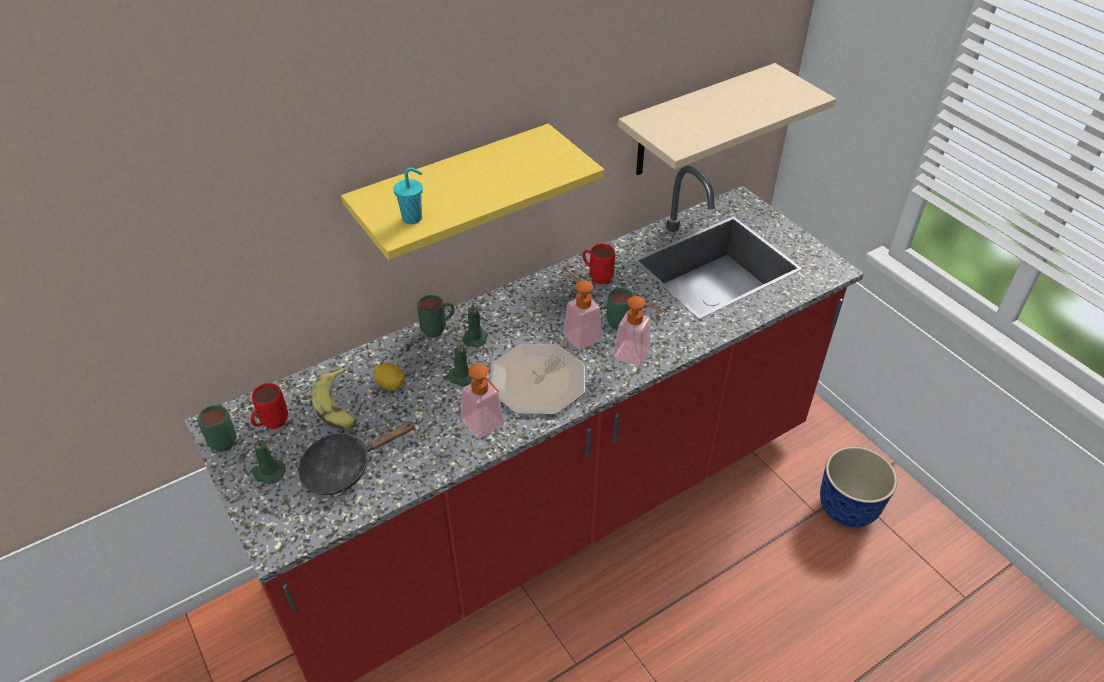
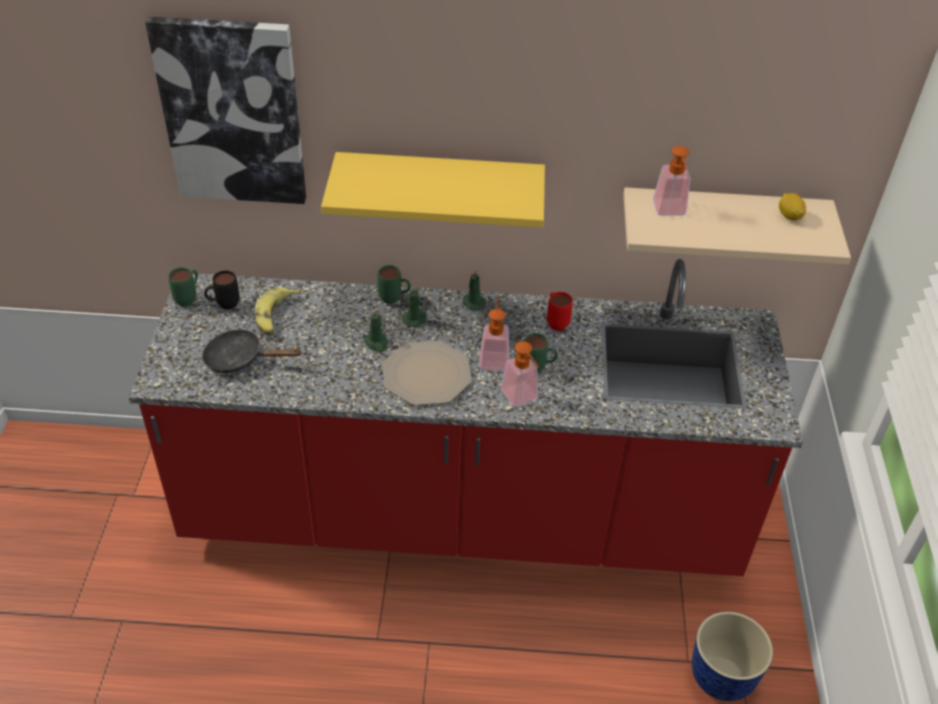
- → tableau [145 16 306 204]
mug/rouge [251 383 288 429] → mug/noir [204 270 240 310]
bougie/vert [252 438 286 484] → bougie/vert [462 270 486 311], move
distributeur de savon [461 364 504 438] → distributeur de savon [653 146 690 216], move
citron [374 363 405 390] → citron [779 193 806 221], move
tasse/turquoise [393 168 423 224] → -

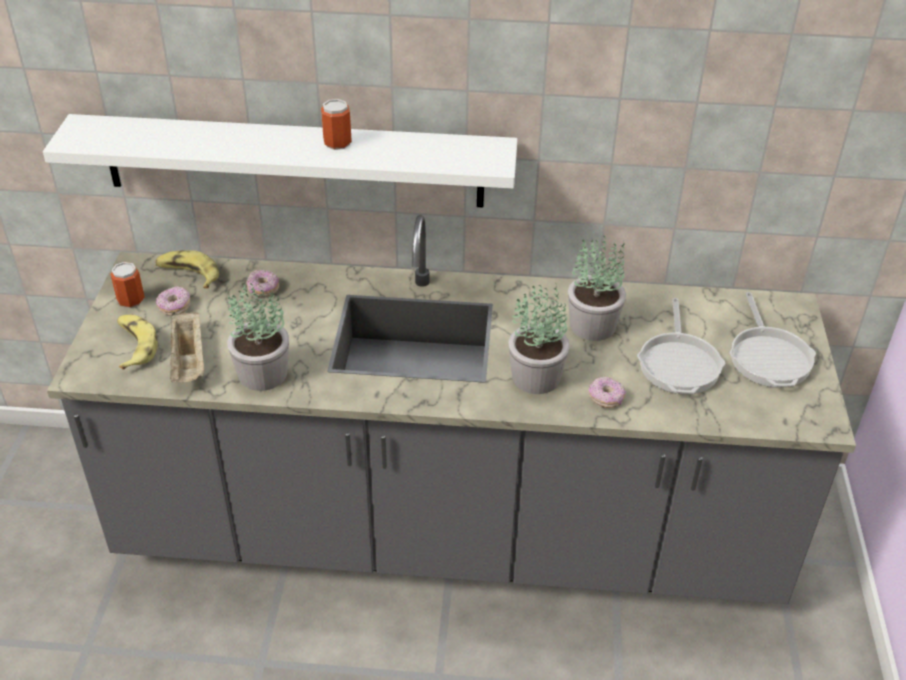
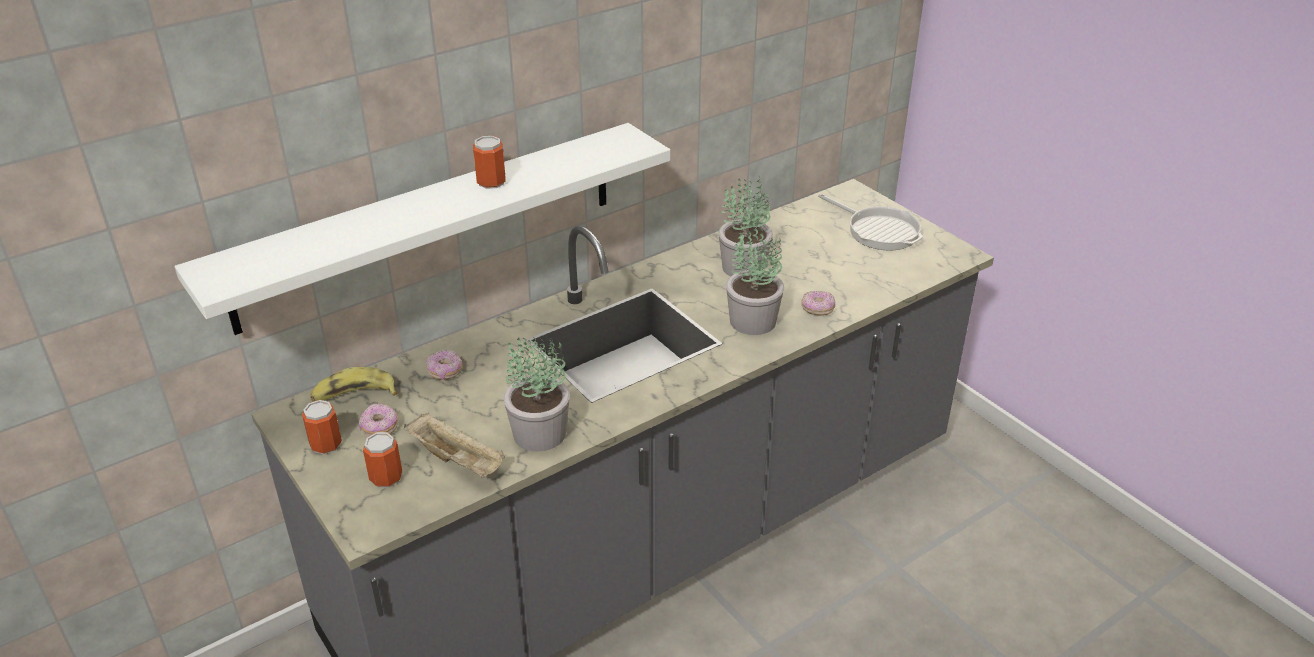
banane [117 315 158 370] → boîte métallique [363 432 402 487]
poêle [637 298 725 394] → -

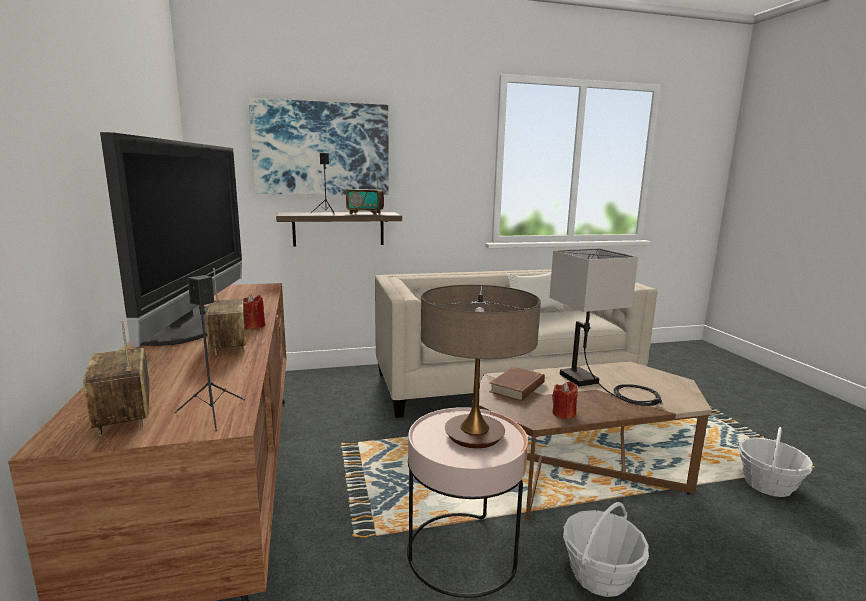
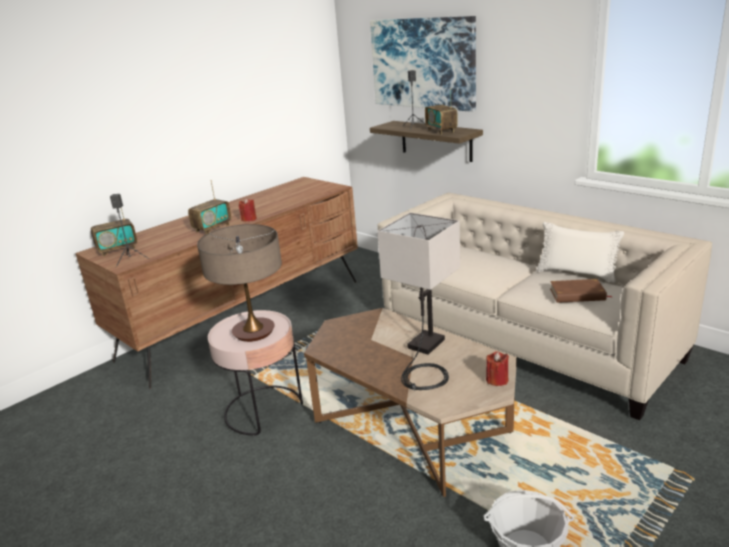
radio [83 321 150 436] → radio [91 208 137 256], 150 degrees counterclockwise
bougie/rouge [552 382 578 419] → bougie/rouge [486 351 509 386], move
livre/marron [489 367 545 401] → livre/marron [550 279 612 303], move
téléviseur [100 132 242 347] → -
panier [563 502 649 597] → -

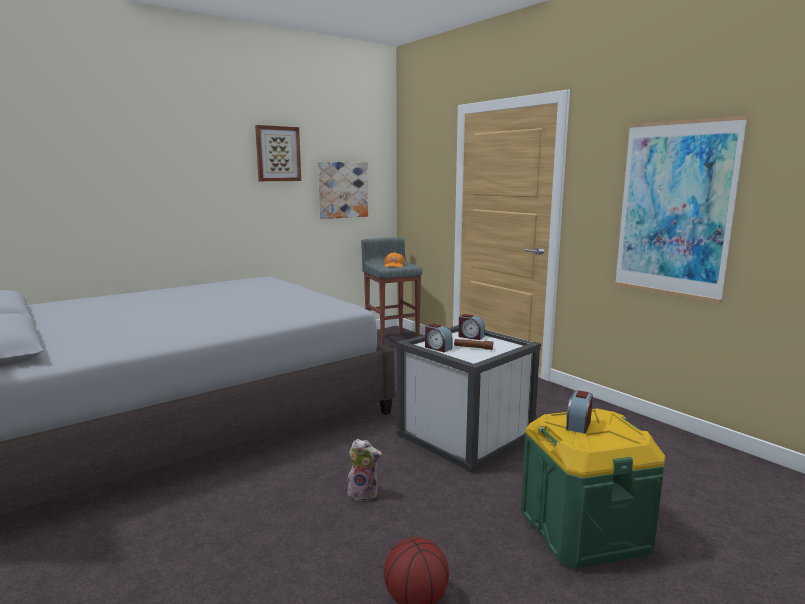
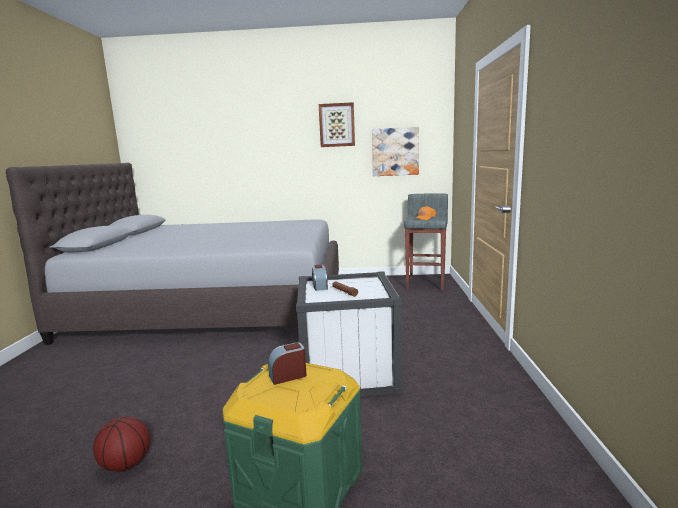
peluche [347 439 382 501] → -
réveil [458 314 485 340] → -
tableau [614 115 748 303] → -

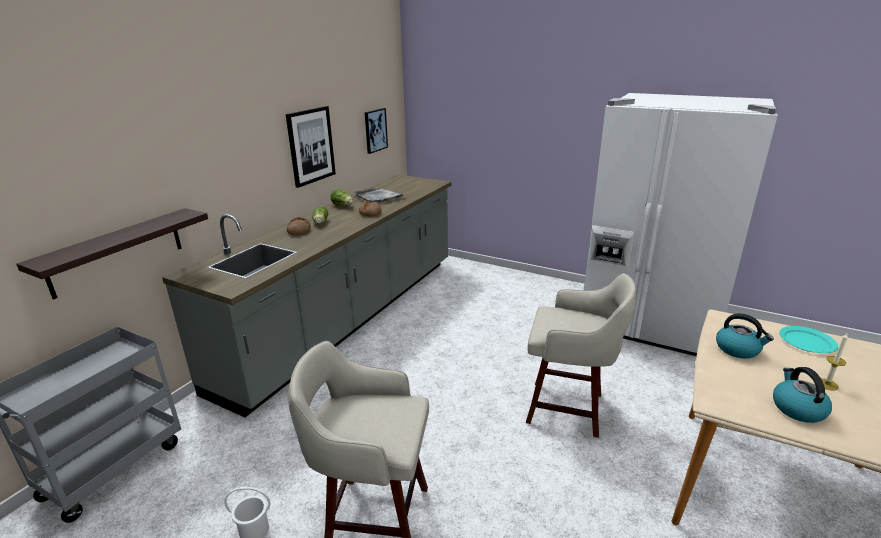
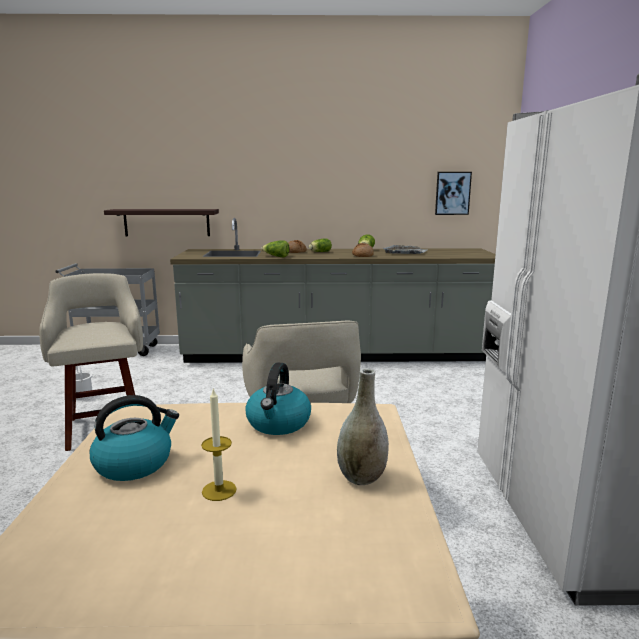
- → laitue [261 241 289 257]
assiette/turquoise [779 326 838 353] → vase/gris [337 368 389 485]
tableau [286 106 336 188] → -

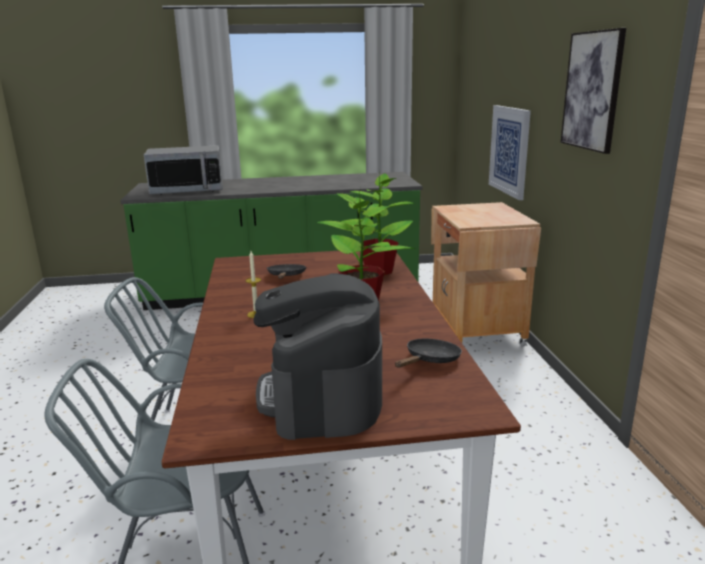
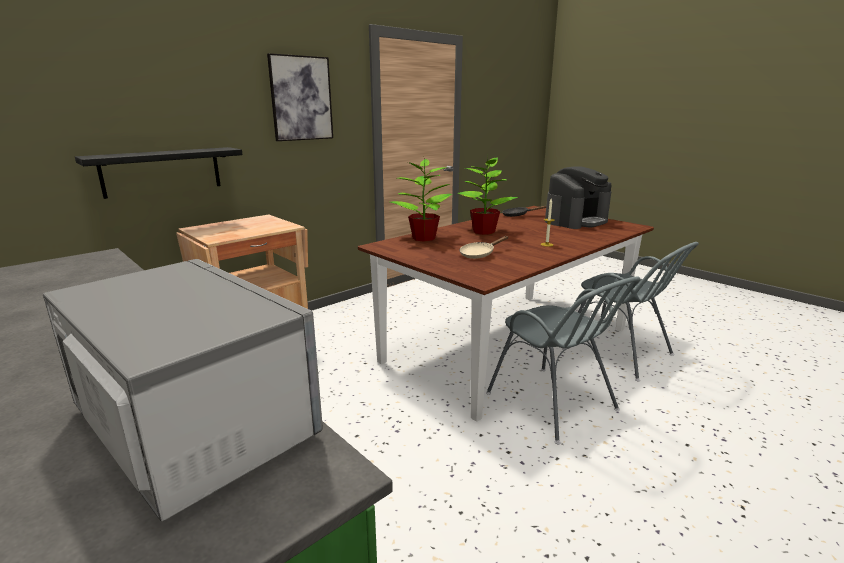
tableau [489 105 531 200] → étagère/noir [75 147 243 199]
poêle/noir [267 264 306 279] → poêle/beige [459 236 509 259]

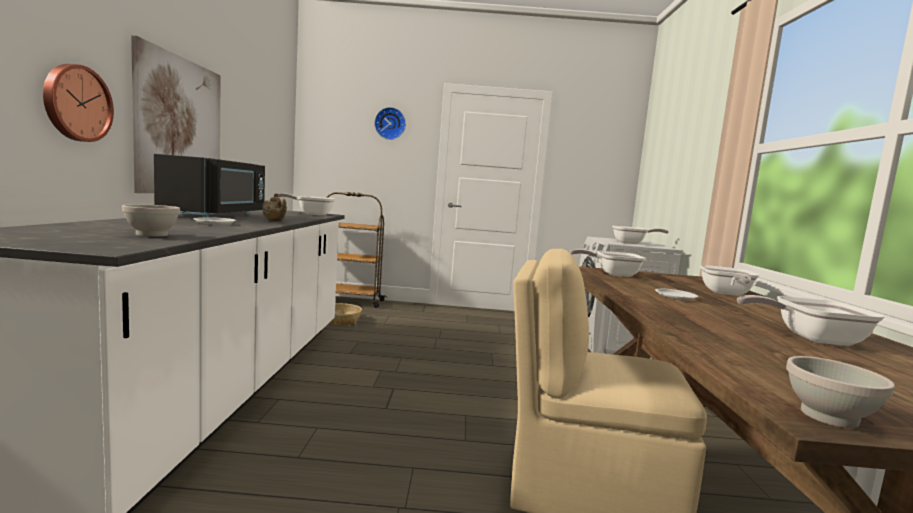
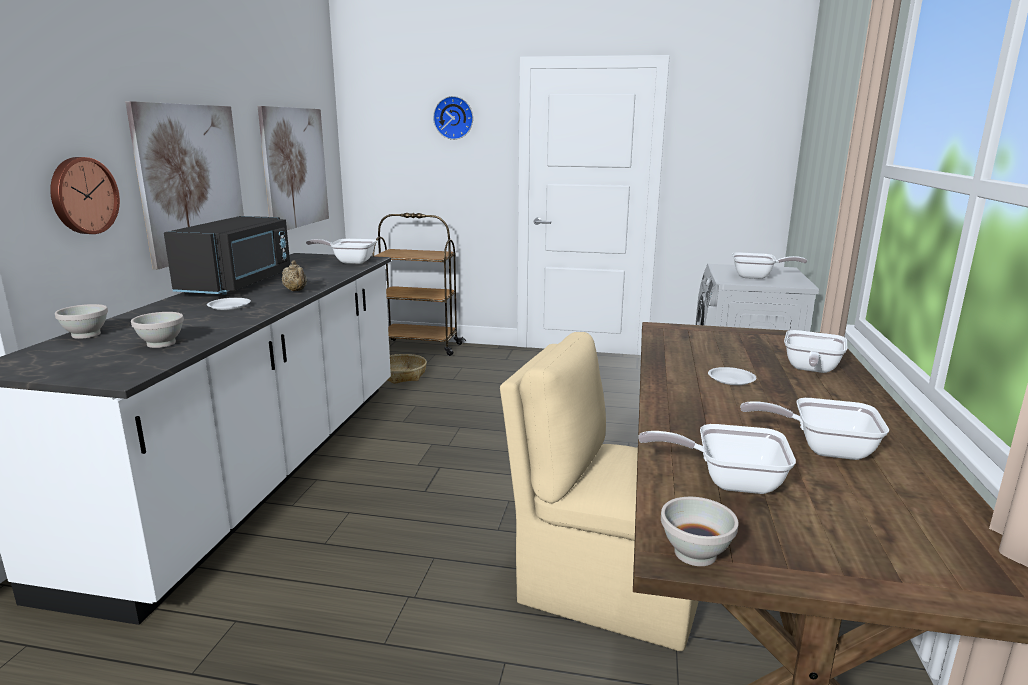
- → bol/blanc [55 304 108 339]
- → tableau [258 106 329 230]
poêle [570 249 646 277] → poêle [638 424 796 494], move

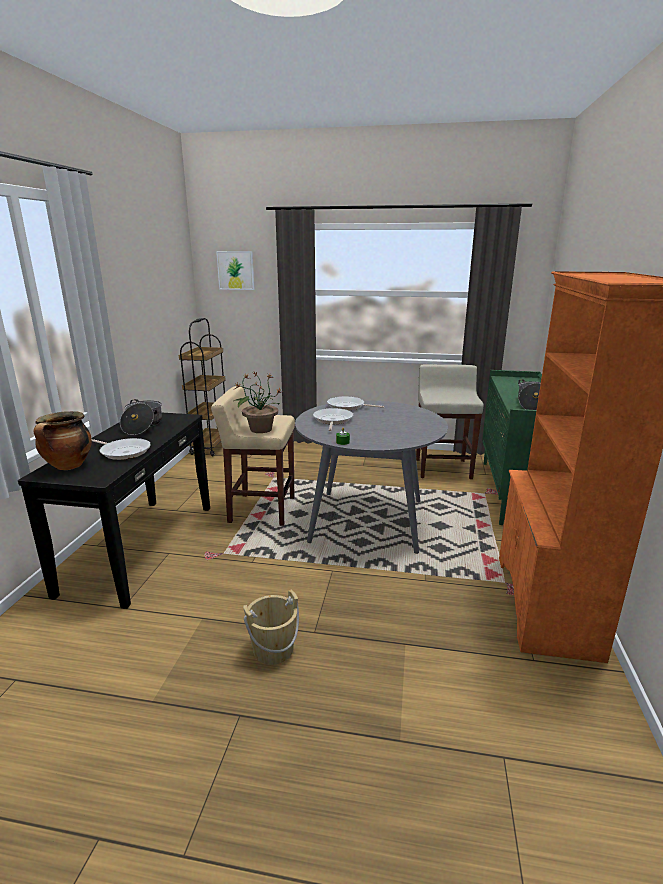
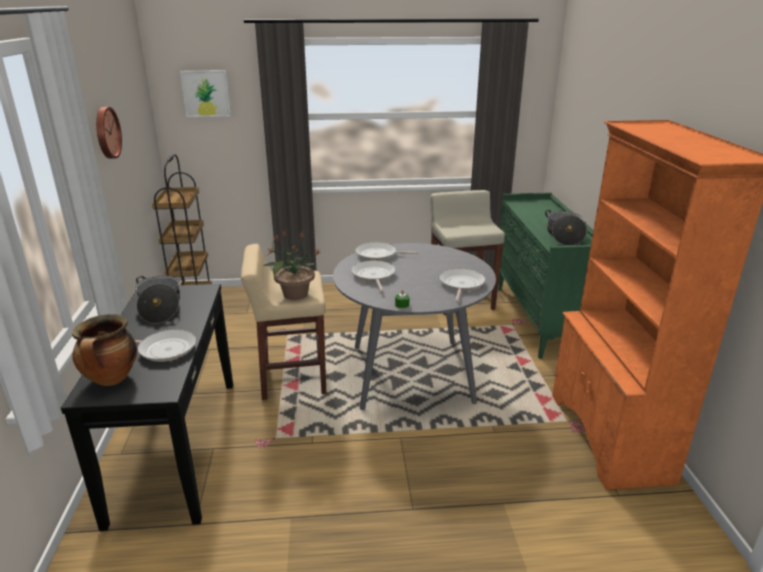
- → horloge murale [96 107 122 159]
- → poêle [440 269 485 302]
seau/beige [243 590 299 665] → -

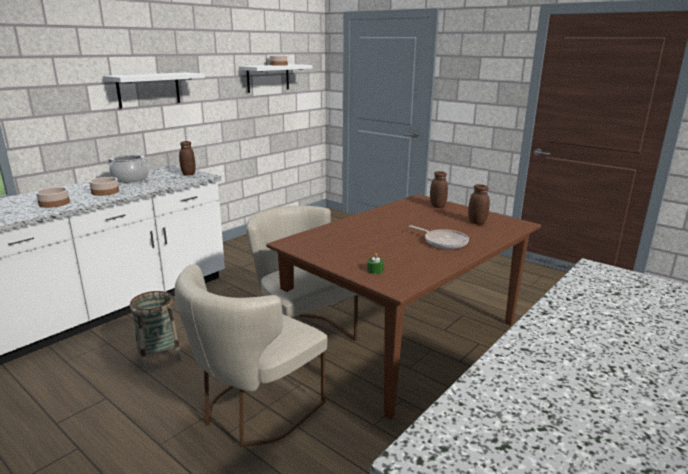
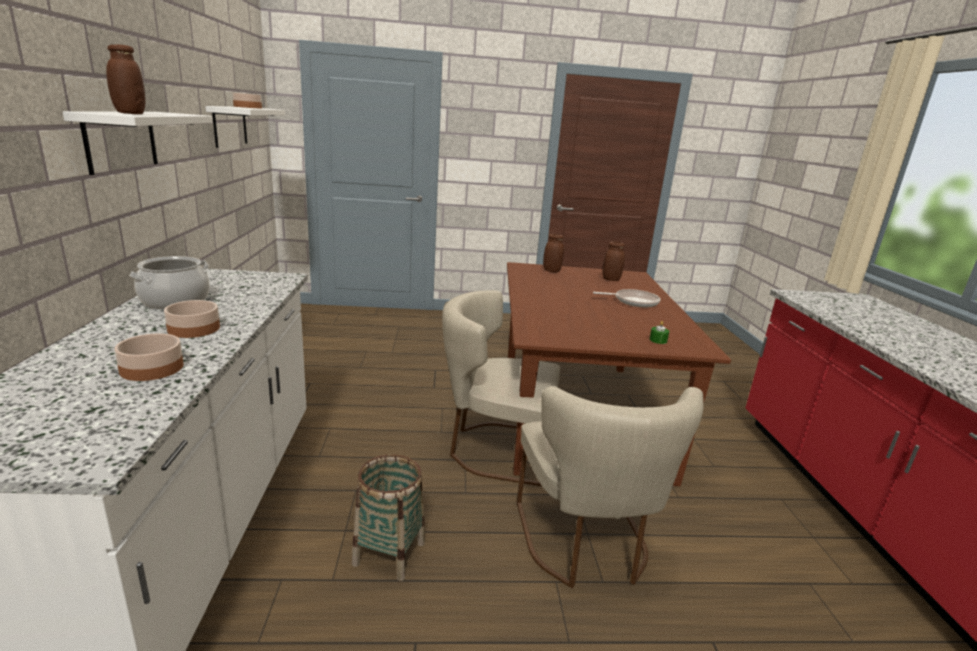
bocal/marron [179 141 196 176] → bocal/marron [106 44 146 114], move

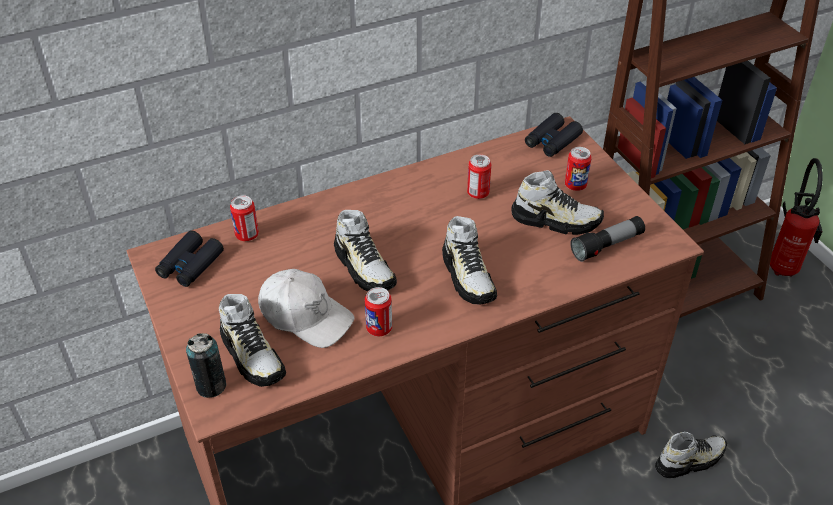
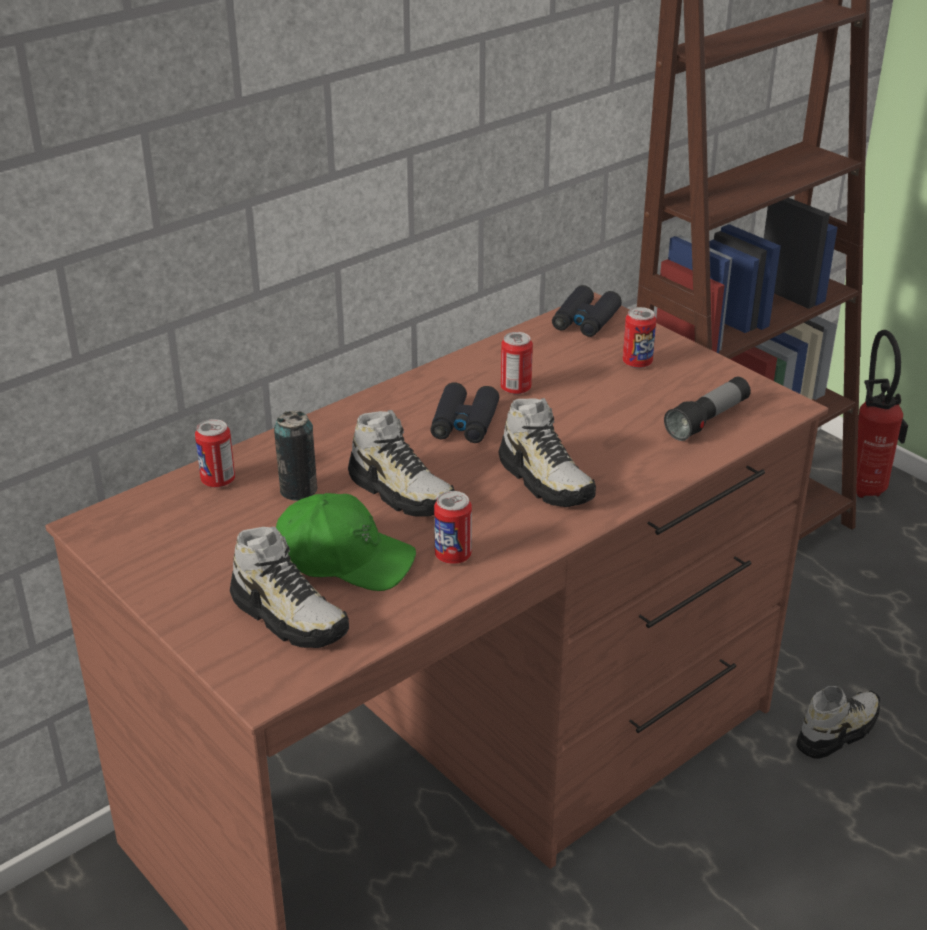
boîte métallique [186 333 226 398] → boîte métallique [274 411 317 501], move
casquette/blanc [258 269 355 348] → casquette/vert [276 493 416 591]
jumelles/noir [155 230 224 287] → jumelles/noir [430 382 499 443], move
chaussure [511 170 604 235] → -

